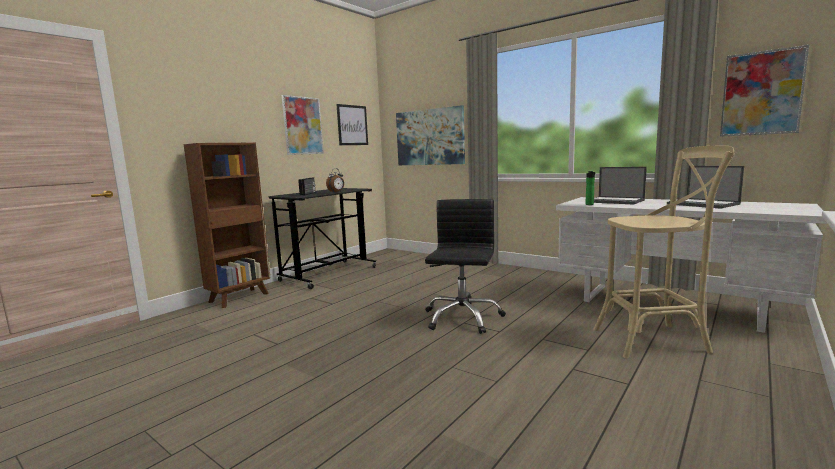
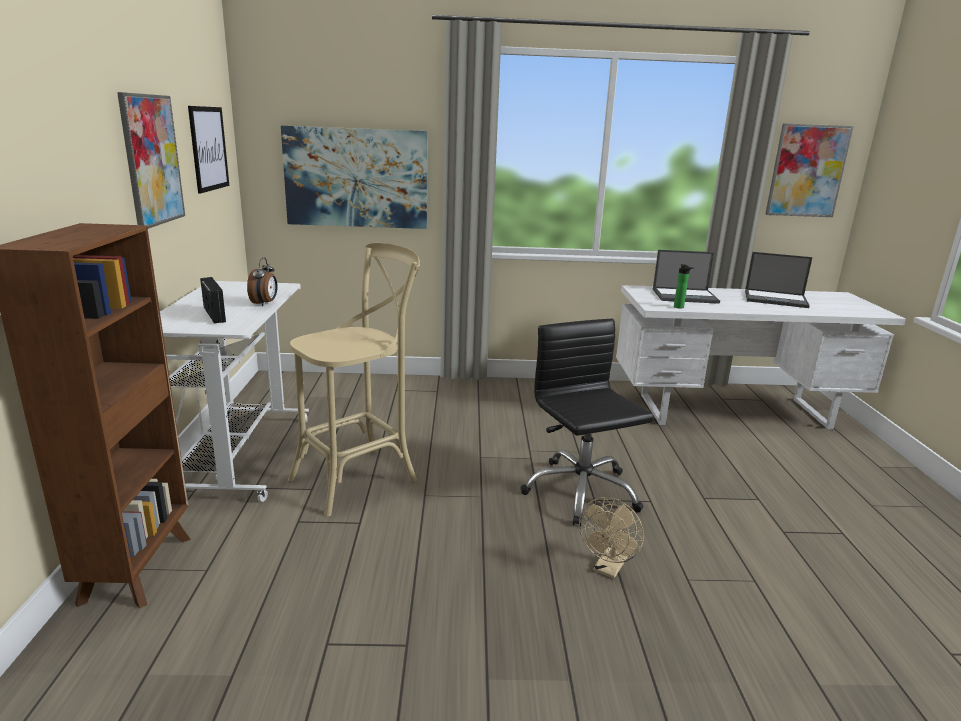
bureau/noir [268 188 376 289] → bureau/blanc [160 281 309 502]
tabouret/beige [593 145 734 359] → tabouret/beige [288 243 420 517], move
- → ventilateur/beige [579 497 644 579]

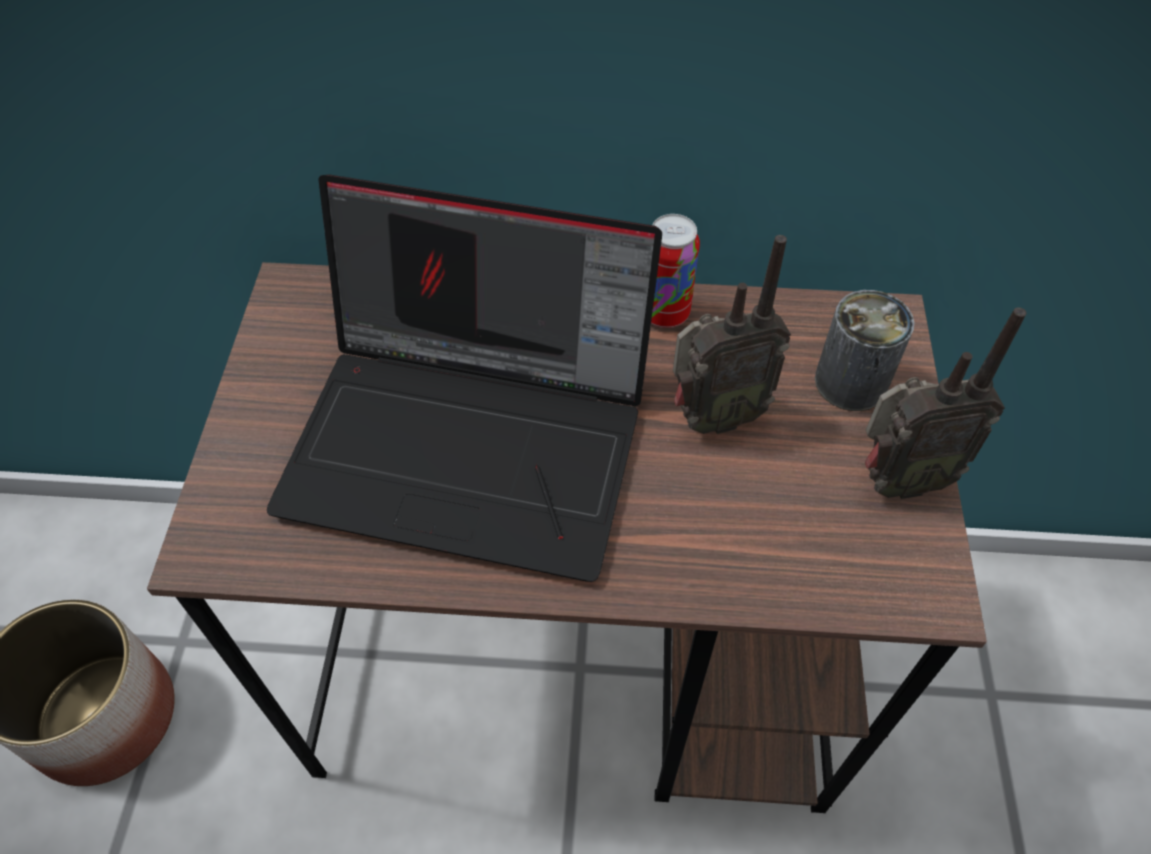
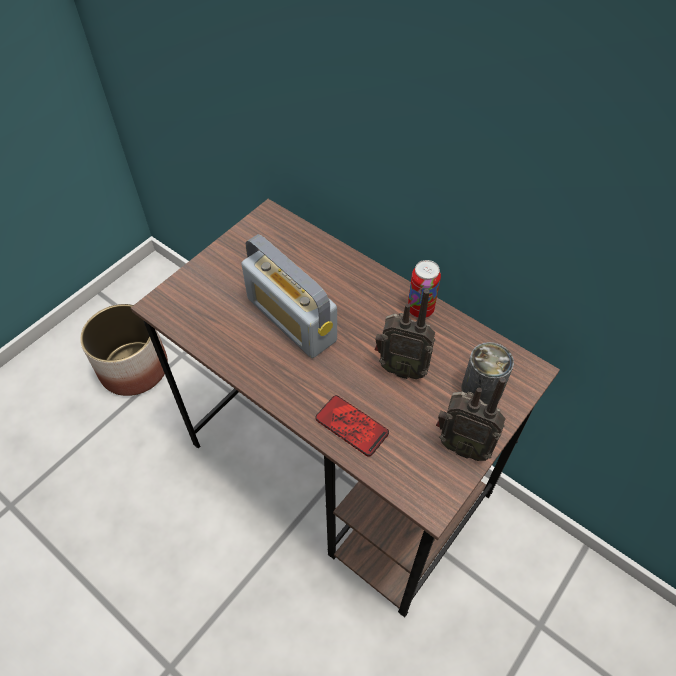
ordinateur portable [267 175 662 582] → radio [241 234 337 358]
- → téléphone [315 395 389 457]

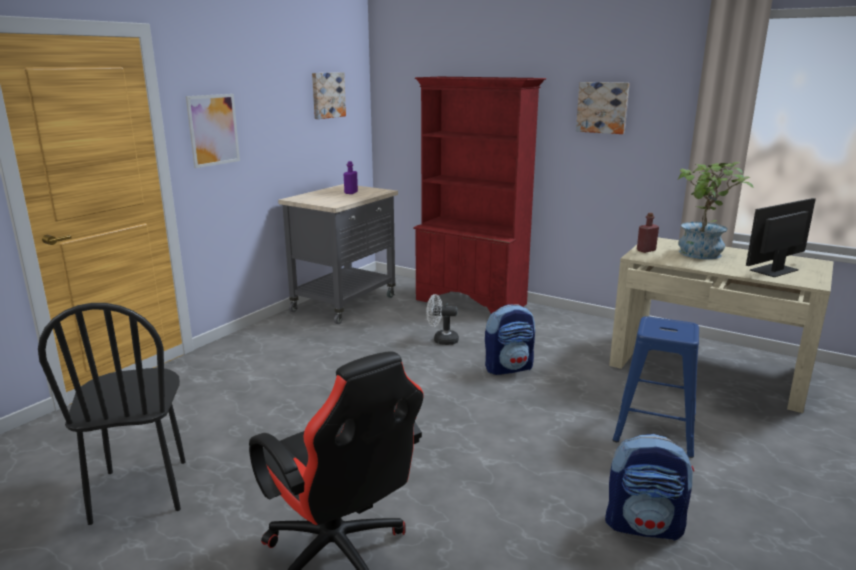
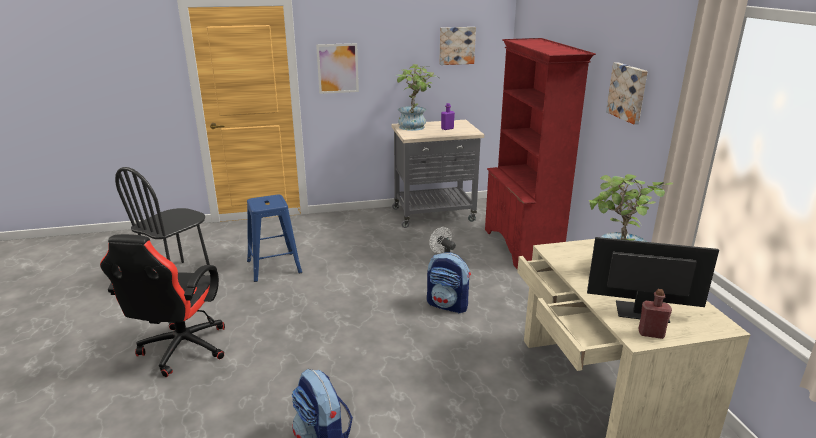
tabouret/bleu [613 316 699 458] → tabouret/bleu [247 195 302 282], move
- → plante en pot [395 64 440 131]
bouteille/rouge [637 213 659 253] → bouteille/rouge [638 289 672 339], move

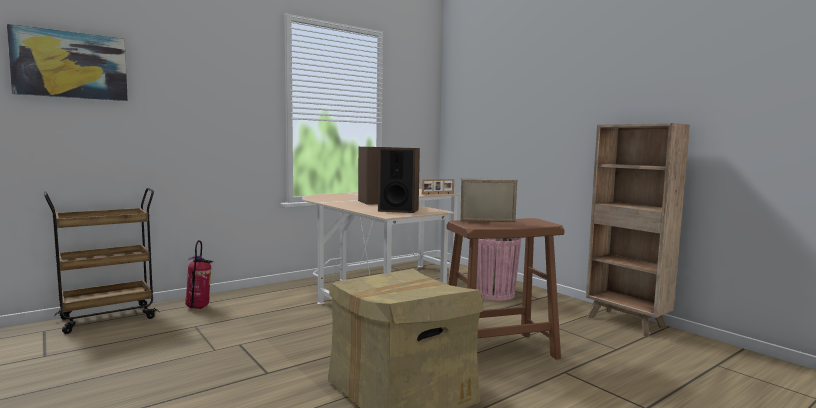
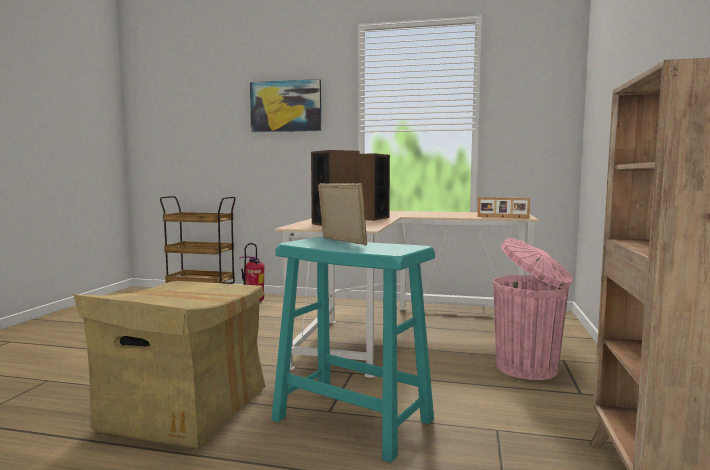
tableau [7 24 128 101] → tableau [250 79 321 132], move
tabouret/marron [447 218 565 360] → tabouret/turquoise [271 237 435 463]

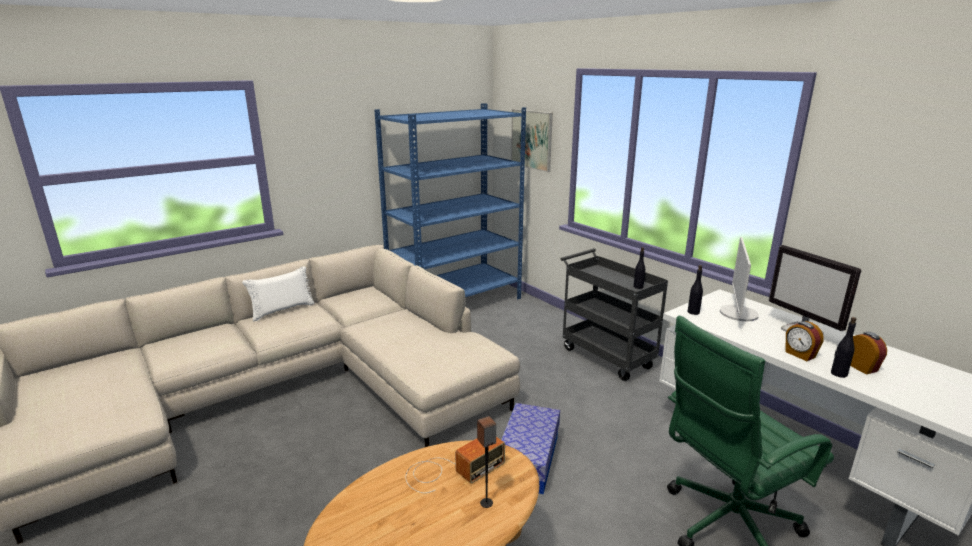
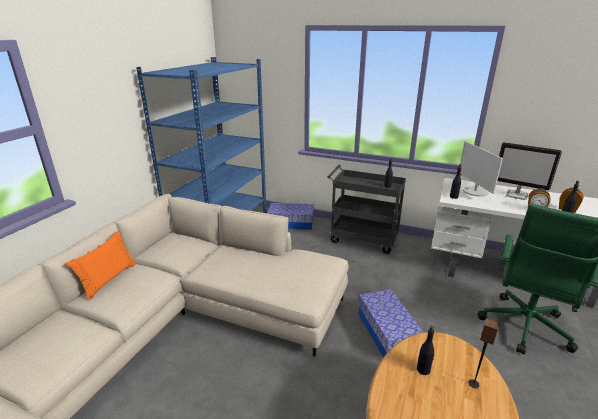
coussin/blanc [242 266 315 321] → coussin/orange [66 231 136 300]
- → boîte de rangement [267 203 314 230]
radio [406 437 505 493] → bouteille/noir [417 326 434 375]
tableau [511 109 553 172] → -

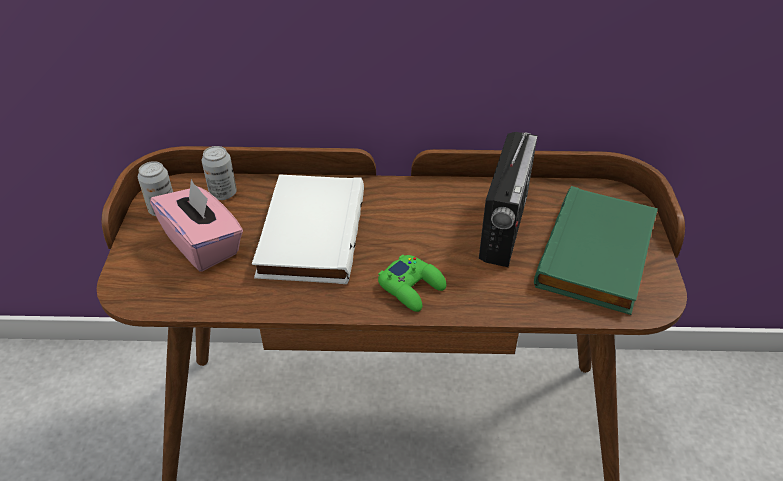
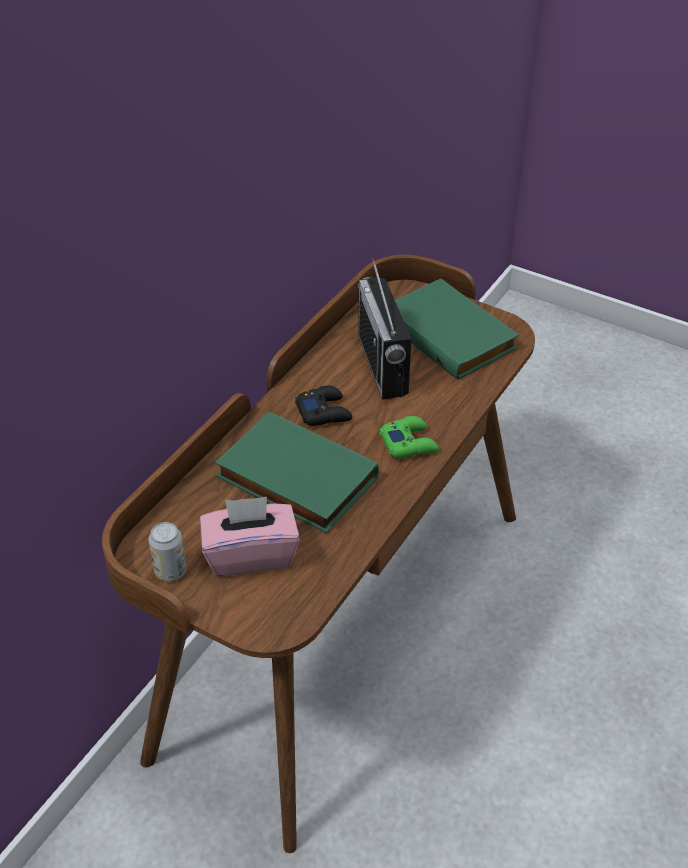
livre/blanc [252 174 364 284] → livre/vert [215 412 379 533]
- → manette/noir [295 386 352 426]
radio [479 132 538 267] → radio [358 258 412 400], 150 degrees counterclockwise
boîte métallique [202 146 237 200] → -

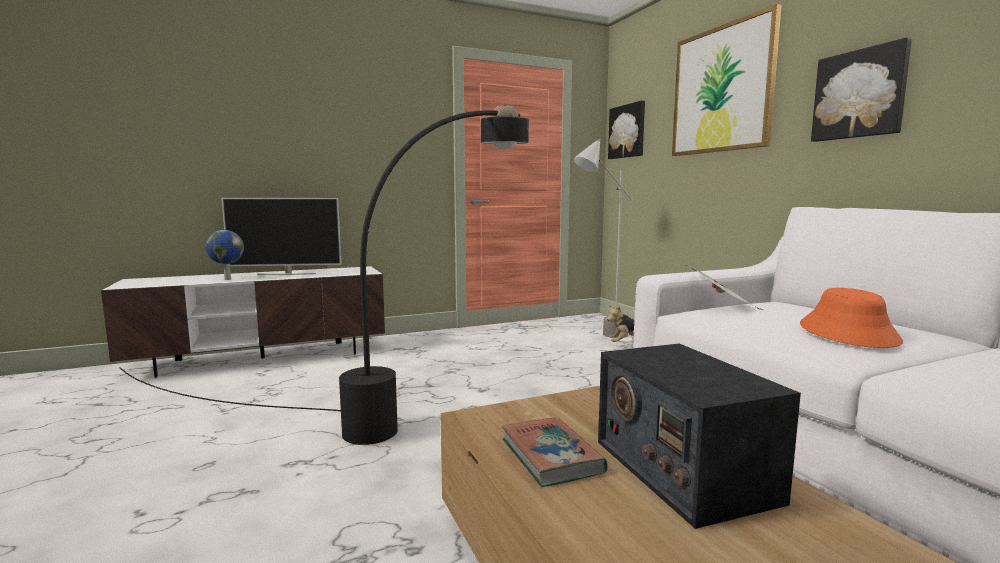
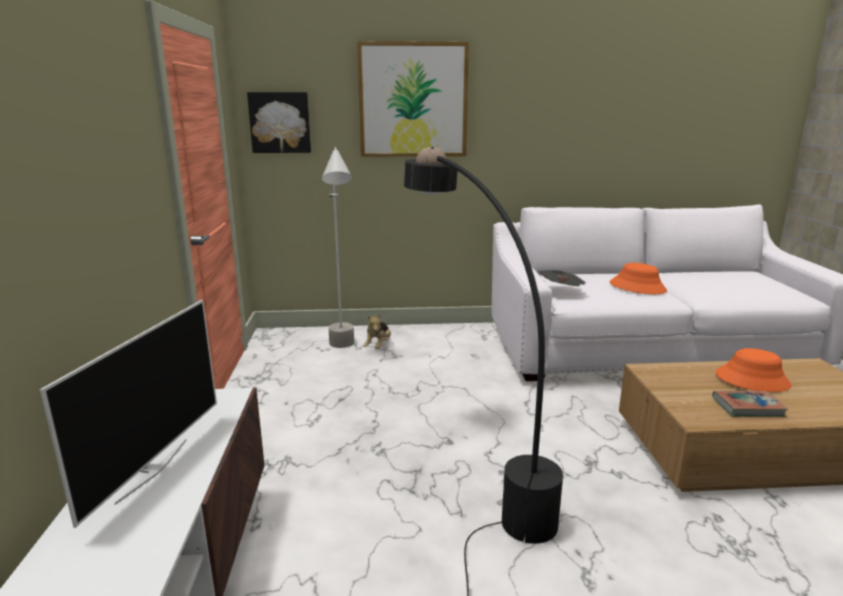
radio [598 344 801 529] → chapeau/orange [715 348 792 392]
globe [206 230 244 280] → -
tableau [811 38 912 142] → -

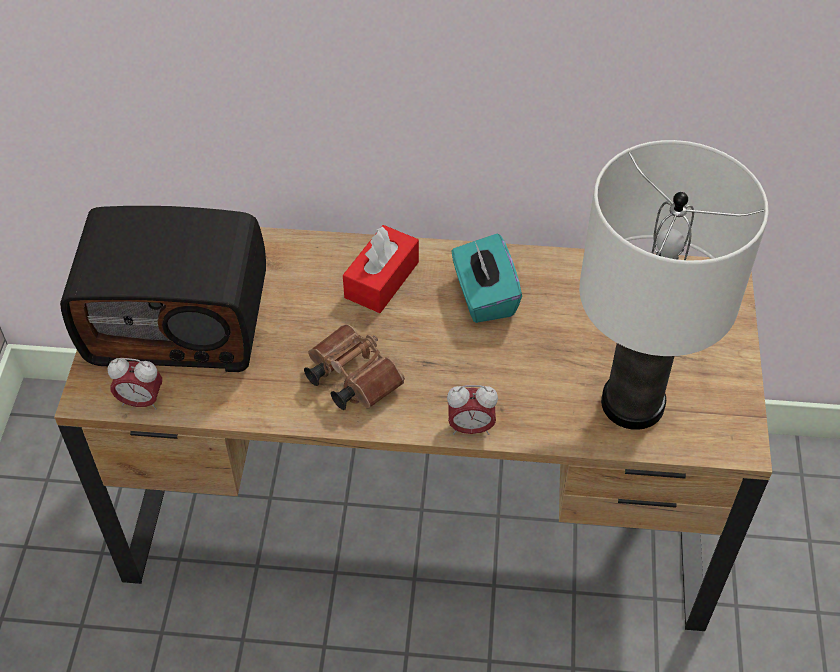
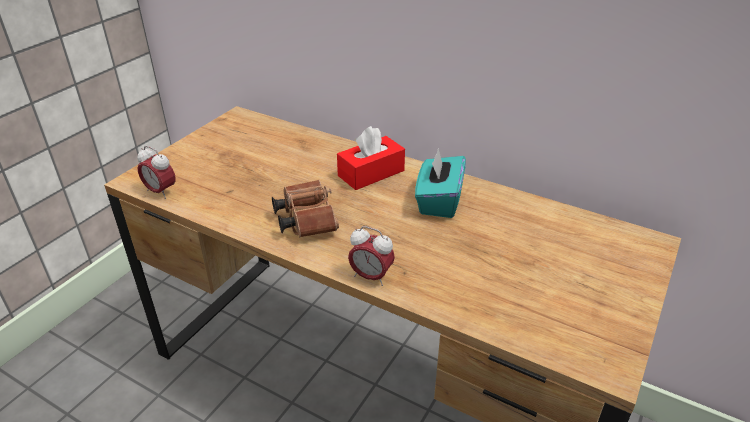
radio [60 206 266 372] → -
lampe de table/blanc [579 140 769 430] → -

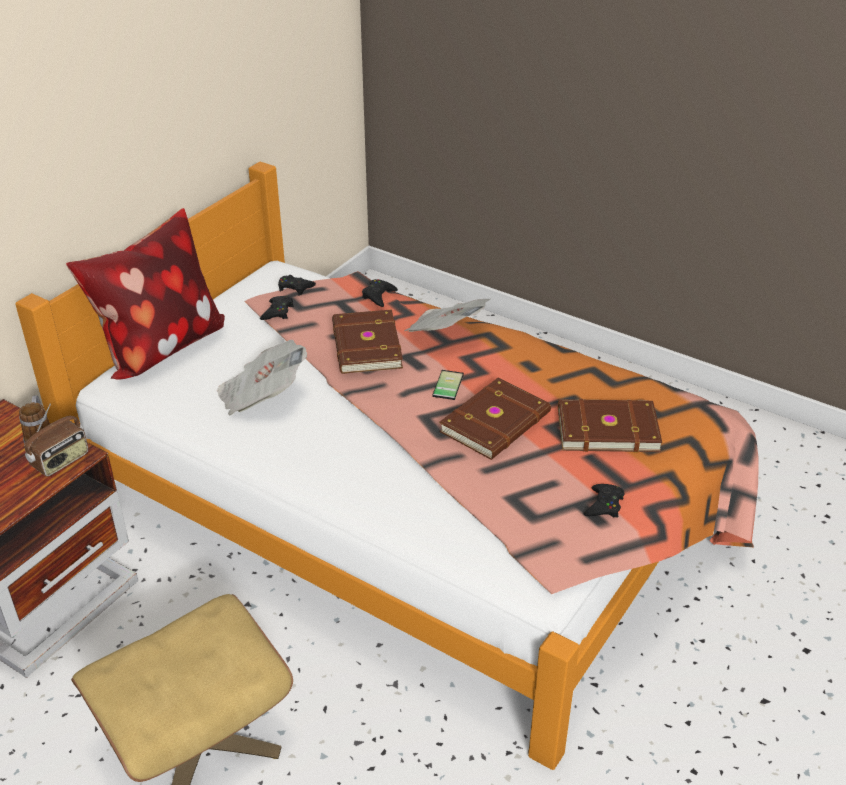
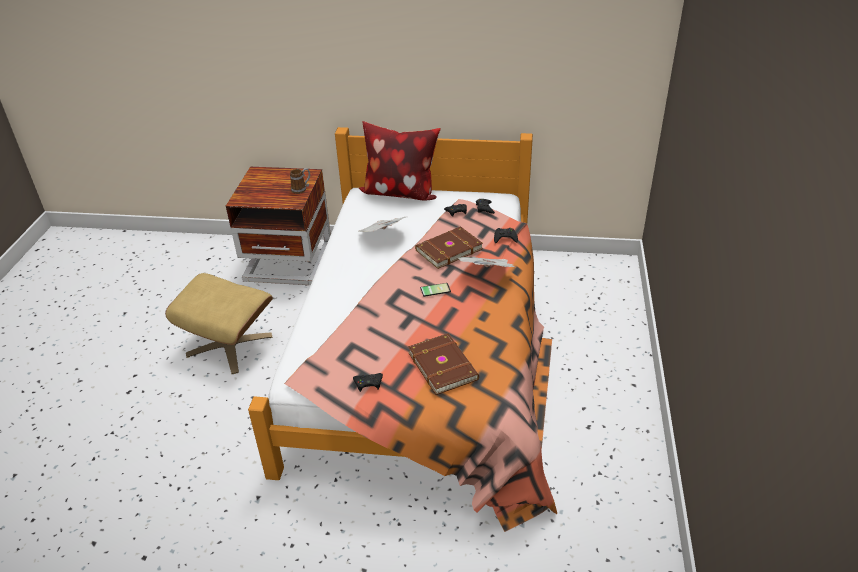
radio [24 404 89 477] → -
livre/marron [439 378 551 460] → -

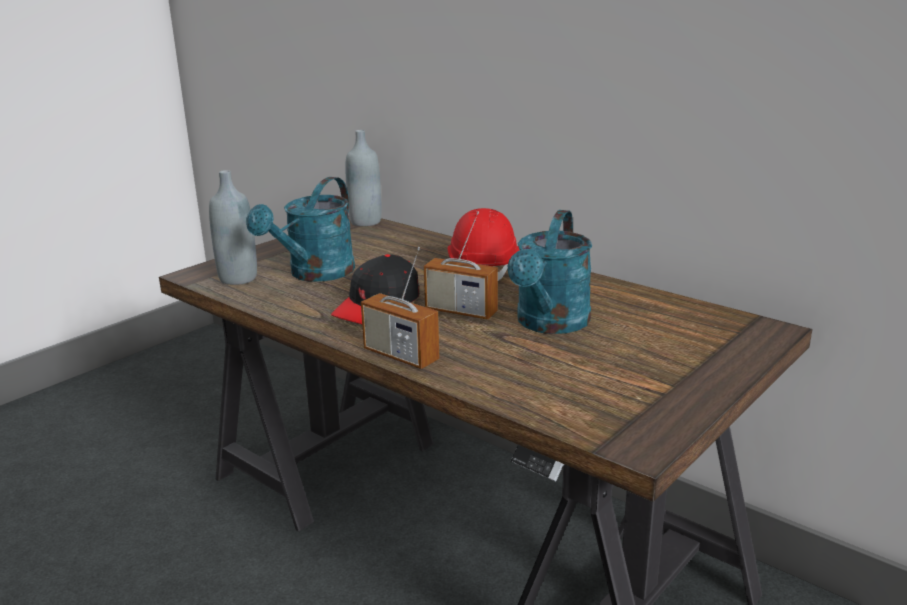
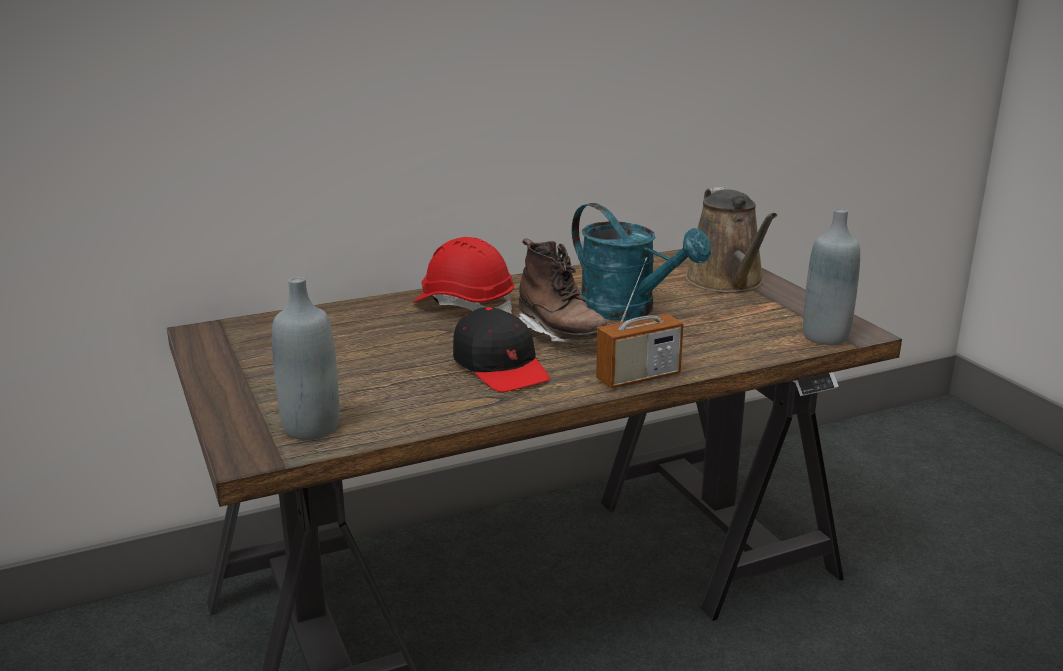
radio [424 211 498 319] → botte/marron [518 238 608 344]
- → arrosoir/marron [685 187 777 293]
bouteille/gris [345 130 381 226] → bouteille/gris [803 208 860 345], move
arrosoir/turquoise [246 177 355 282] → -

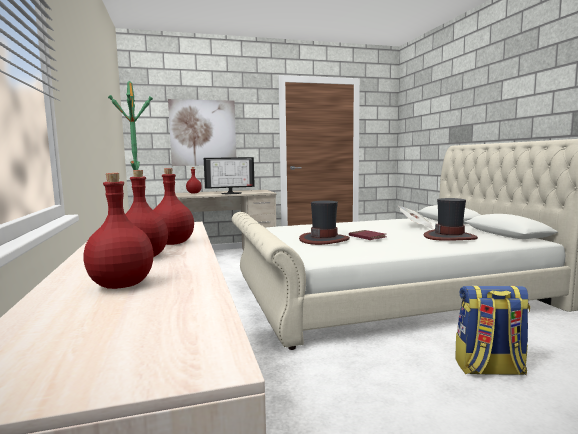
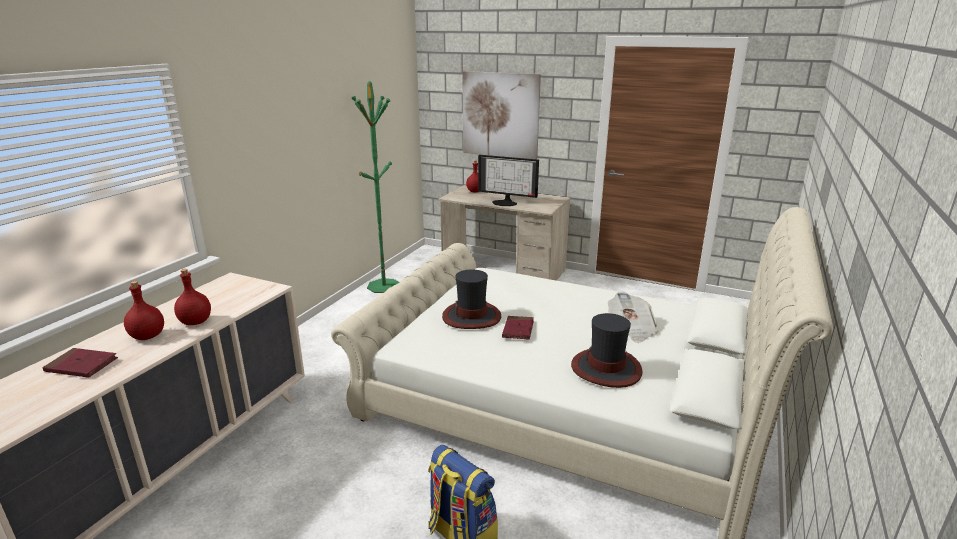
bouteille/rouge [83 173 153 289] → livre/rouge [42 348 118 378]

